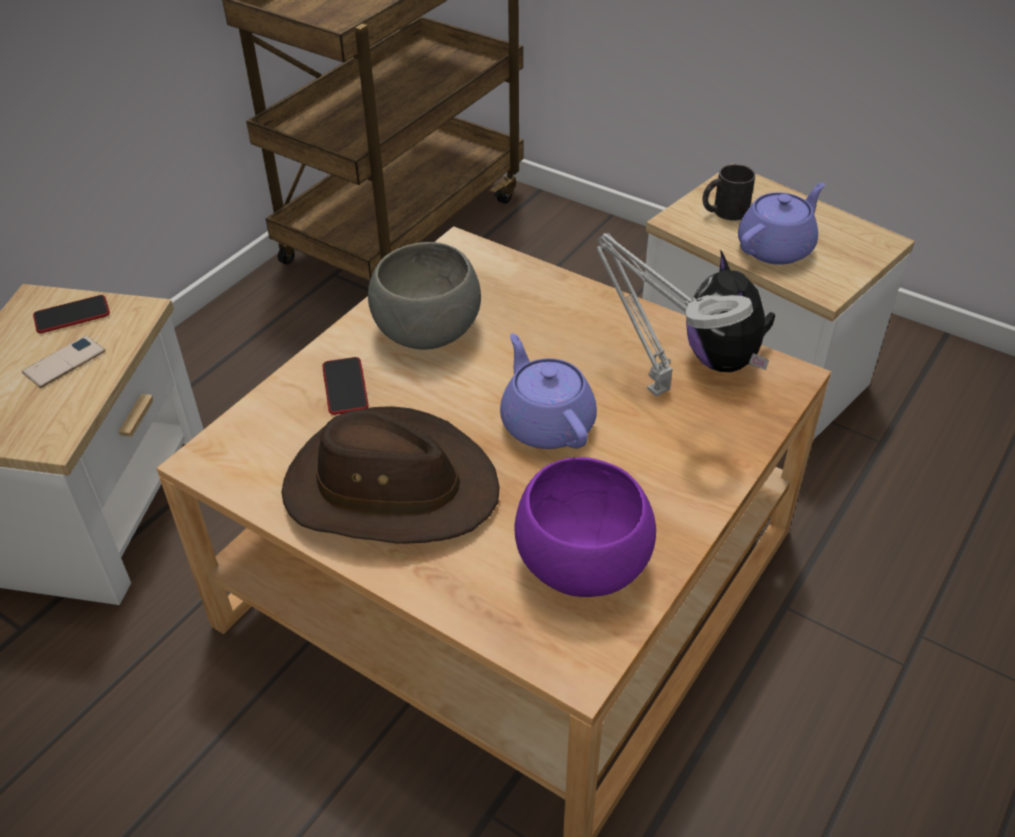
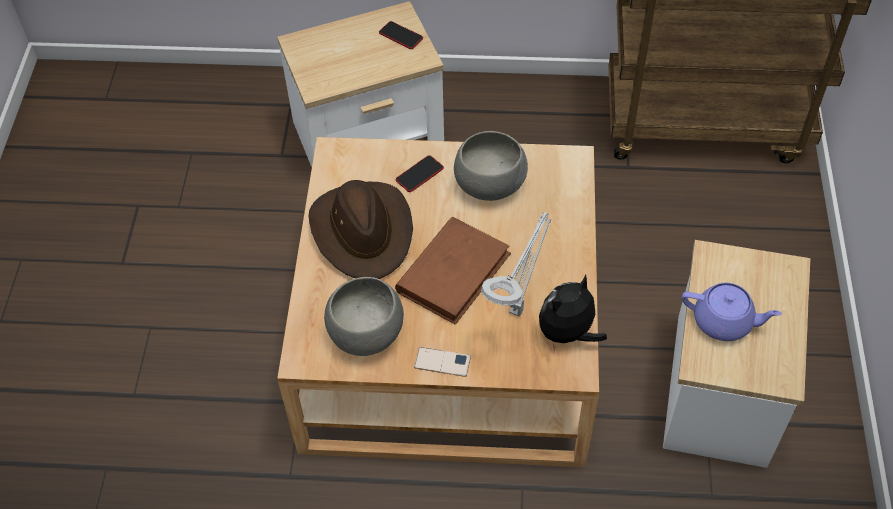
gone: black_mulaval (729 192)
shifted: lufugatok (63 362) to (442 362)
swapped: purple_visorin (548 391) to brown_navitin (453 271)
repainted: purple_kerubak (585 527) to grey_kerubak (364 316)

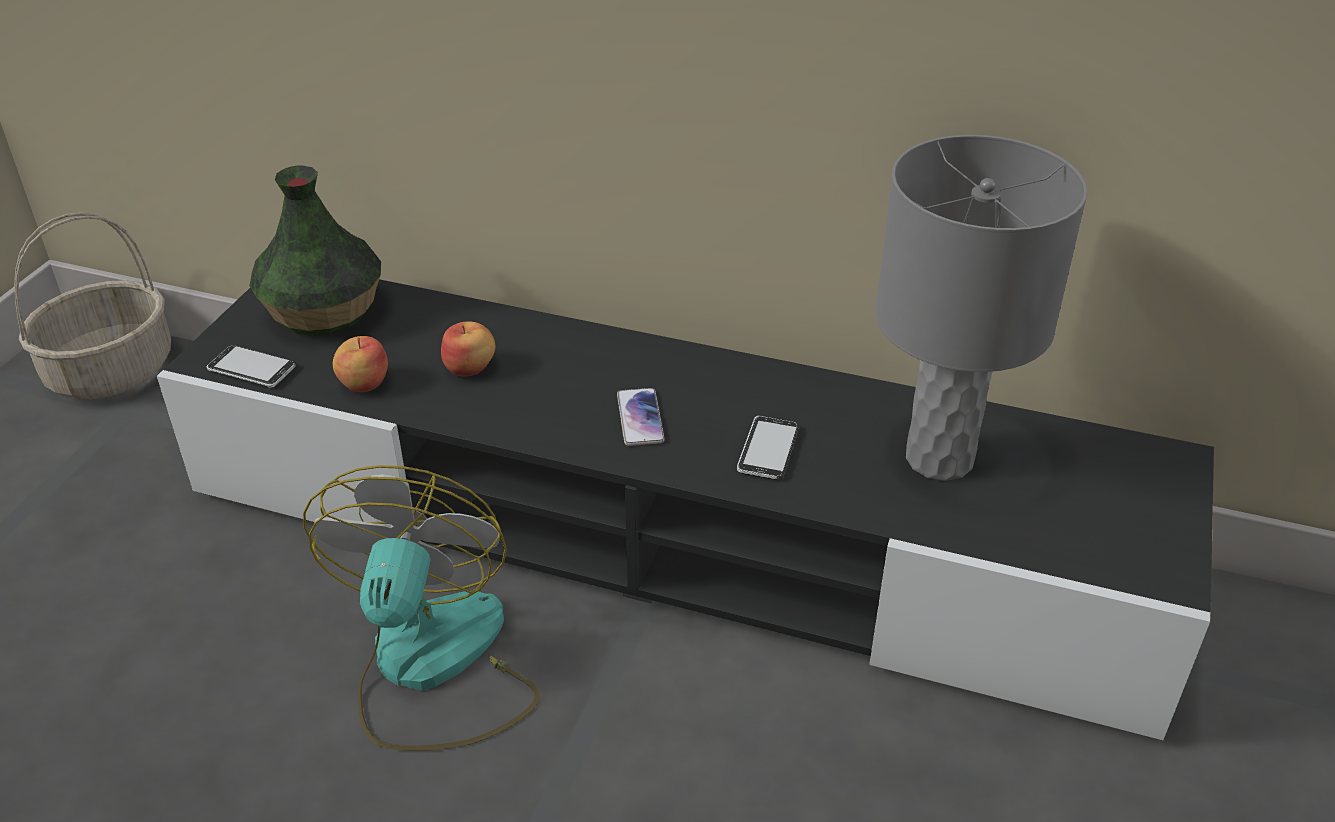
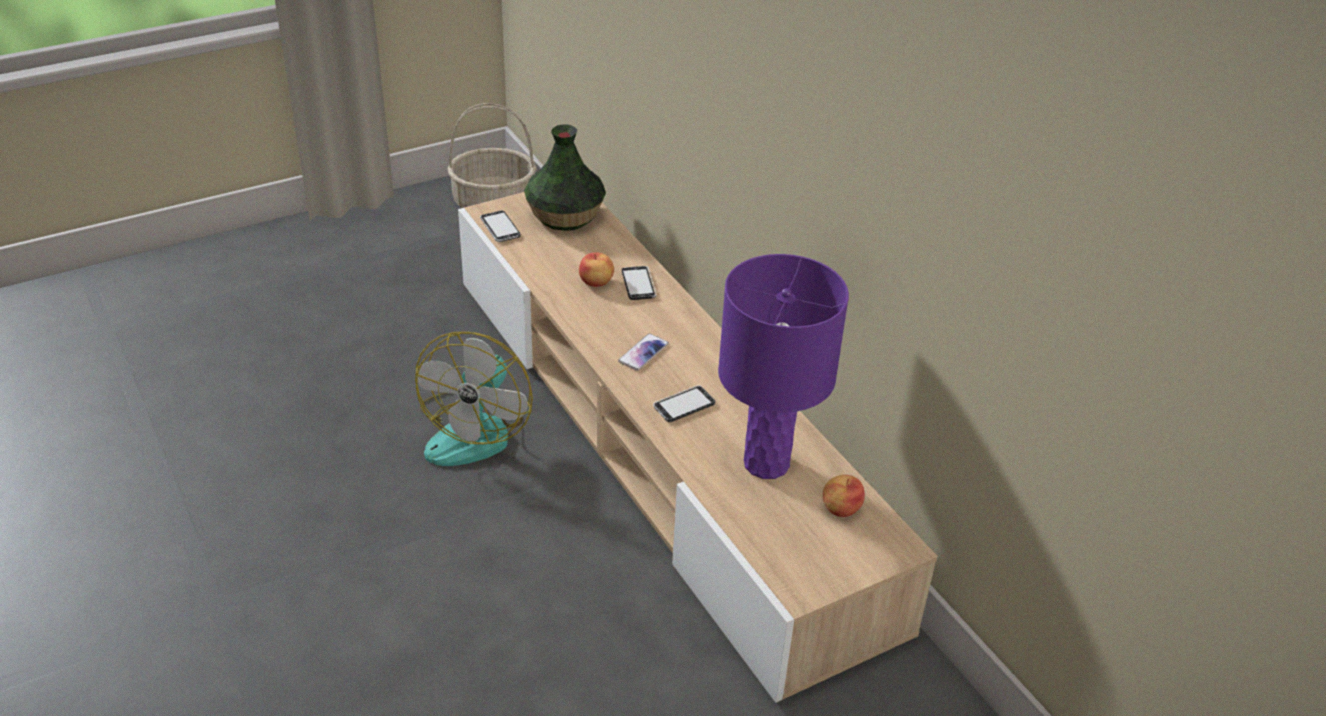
new: lufugatok (639 283)
shifted: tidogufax (360 364) to (844 496)
repainted: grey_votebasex (981 308) to purple_votebasex (783 366); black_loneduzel (685 509) to beige_loneduzel (698 447)
rotated: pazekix (421 608) = (474 399) 150 degrees clockwise

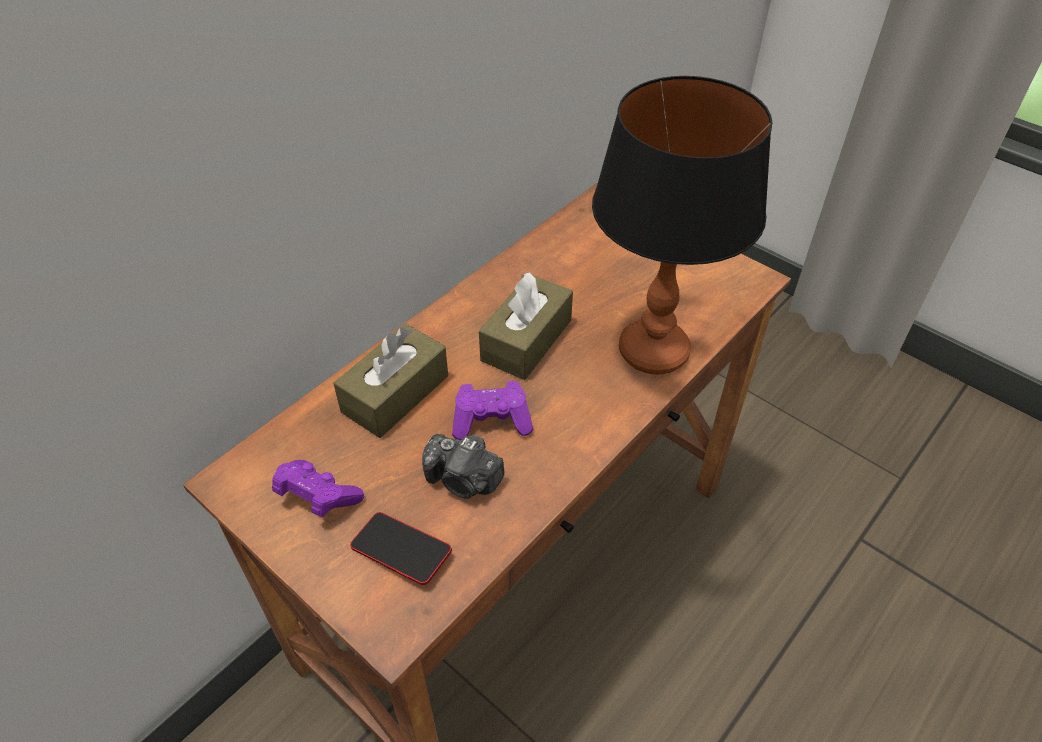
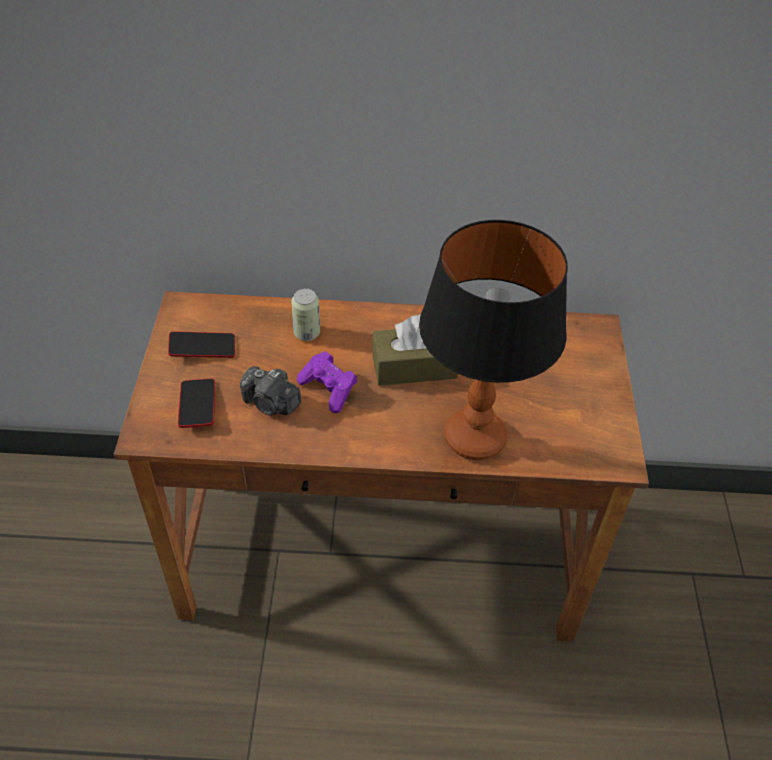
swapped: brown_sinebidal (391 380) to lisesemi (305 314); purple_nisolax (318 488) to lufugatok (201 344)
rotated: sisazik (463 466) = (270 390) 45 degrees counterclockwise

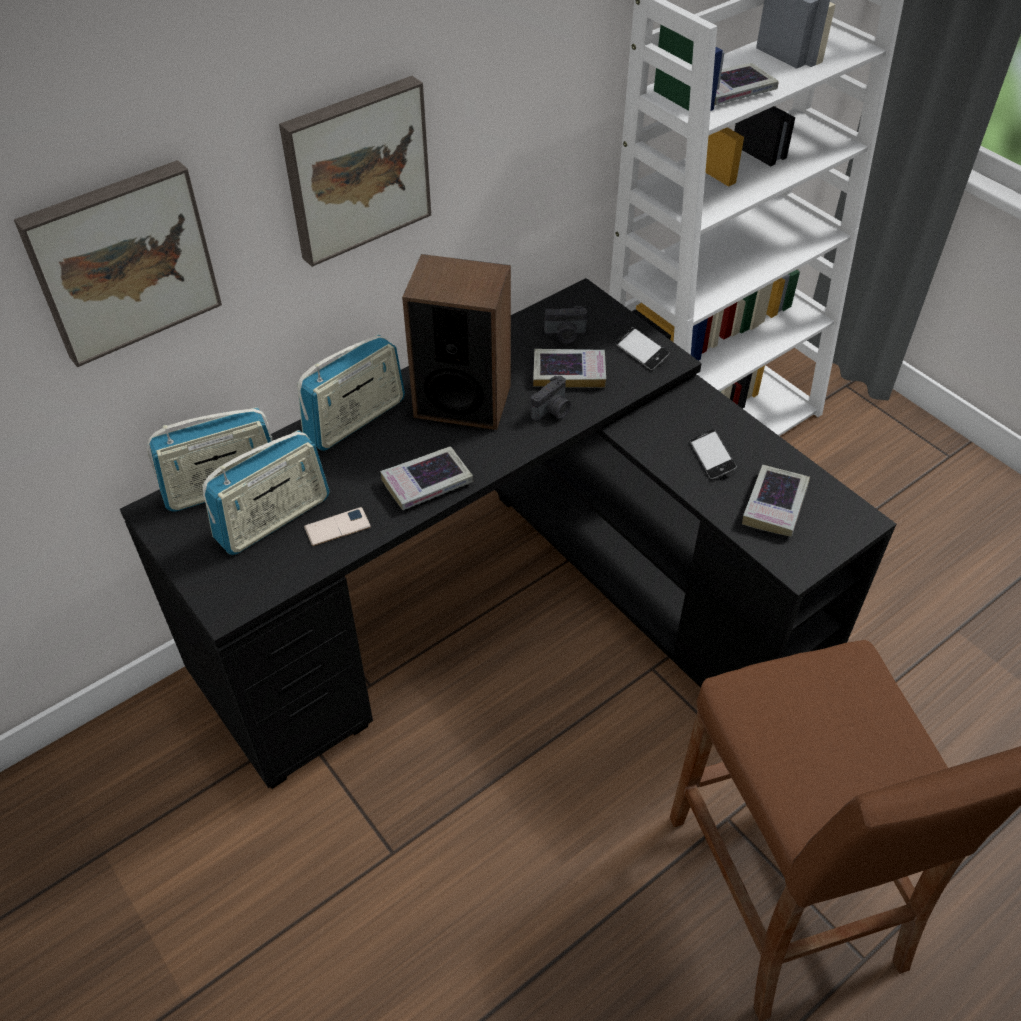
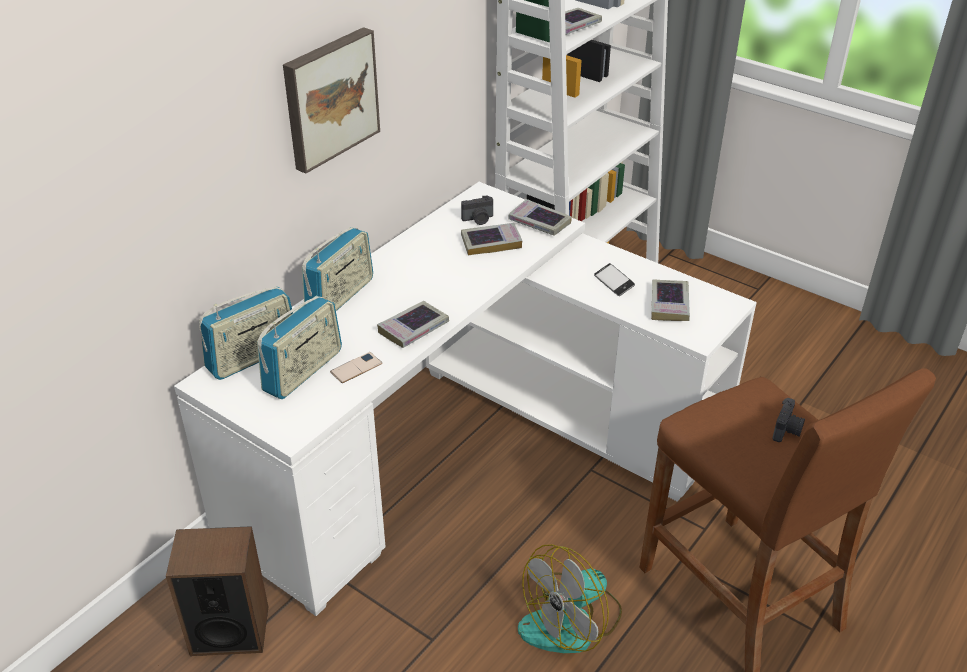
gone: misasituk (118 263)
new: pazekix (570 598)
shifted: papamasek (456 342) to (217 591); sisazik (551 398) to (788 420)
swapped: lufugatok (643 348) to navitin (540 217)
repainted: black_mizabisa (508 533) to white_mizabisa (465 399)

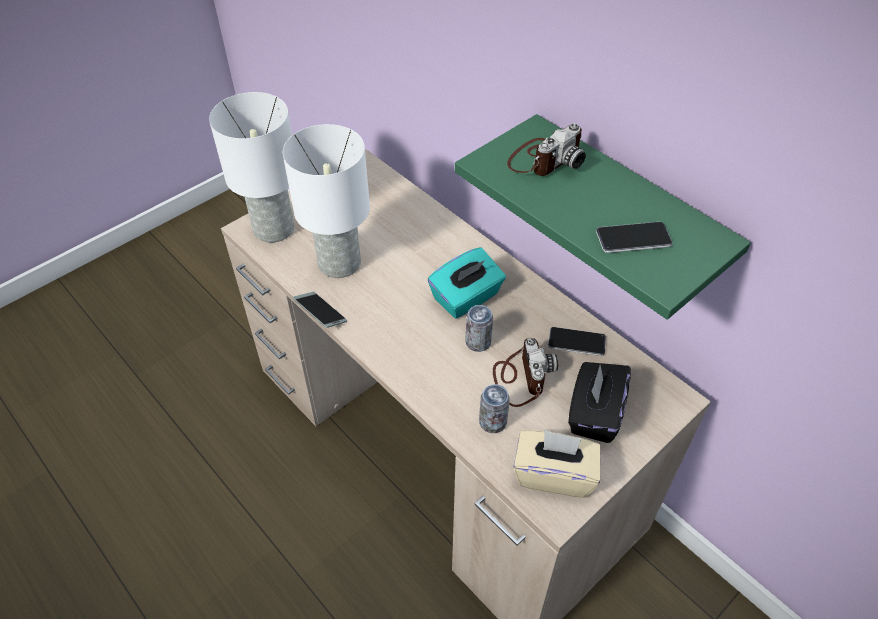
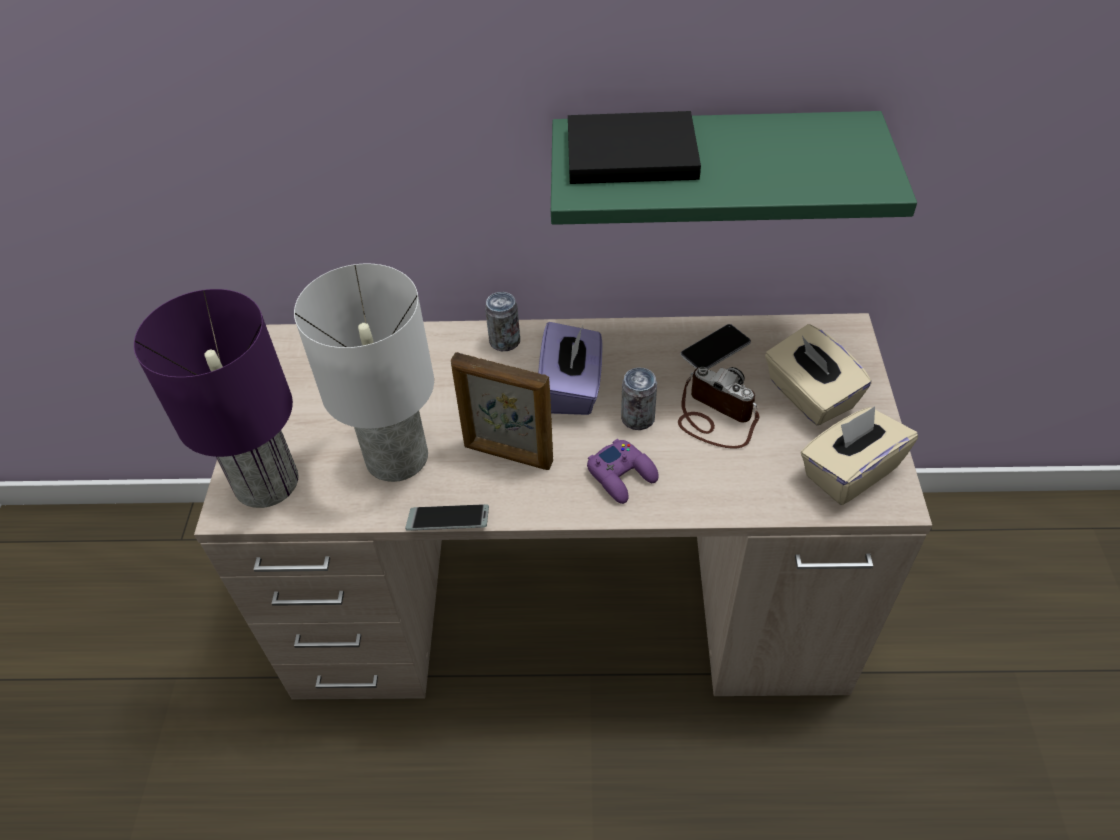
gone: lufugatok (634 237)
new: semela (502 411); purple_nisolax (623 471)
shifted: lisesemi (494 408) to (502 321)
swapped: sisazik (546 149) to black_navitin (634 147)
repainted: white_votebasex (252 167) to purple_votebasex (216 398); turquoise_sinebidal (467 283) to purple_sinebidal (570 368); black_sinebidal (599 402) to beige_sinebidal (818 375)

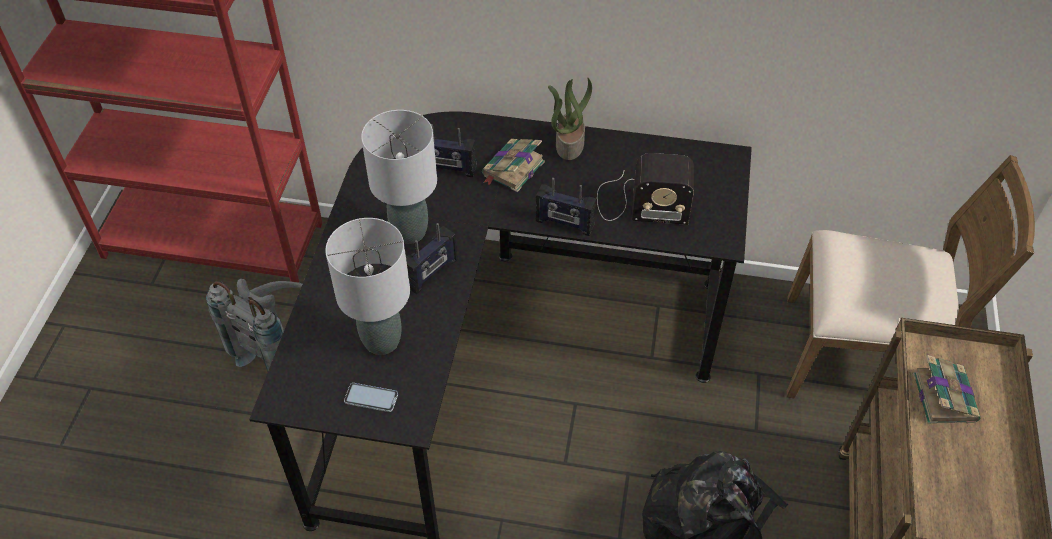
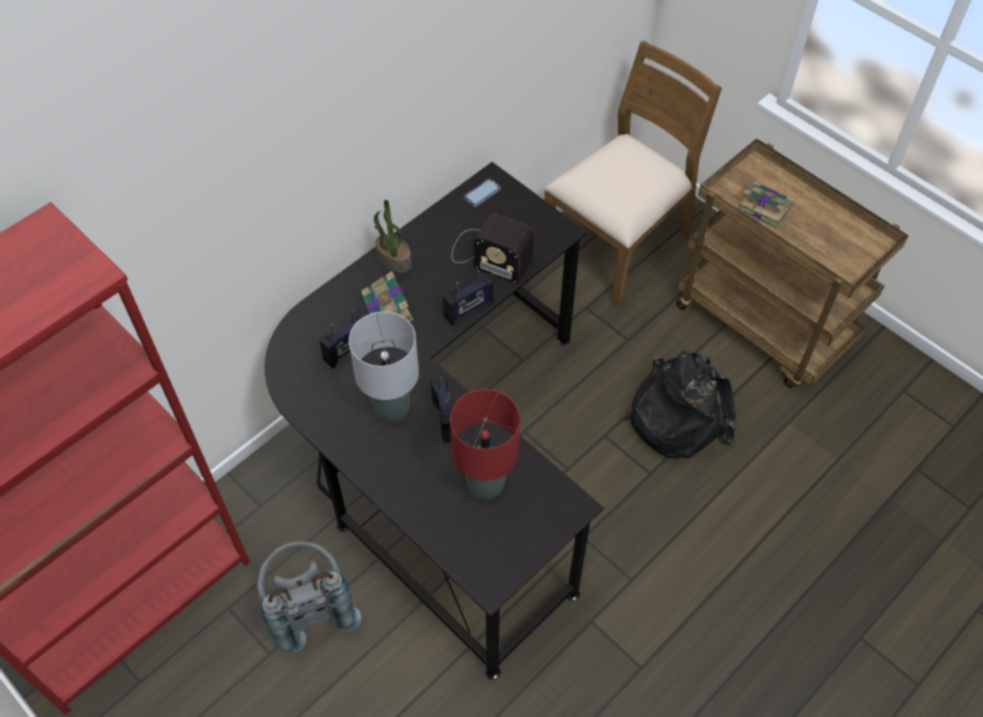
shifted: lufugatok (371 397) to (482 193)
repainted: grey_votebasex (367 286) to red_votebasex (485 444)
rotated: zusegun (645 189) = (493 249) 75 degrees clockwise

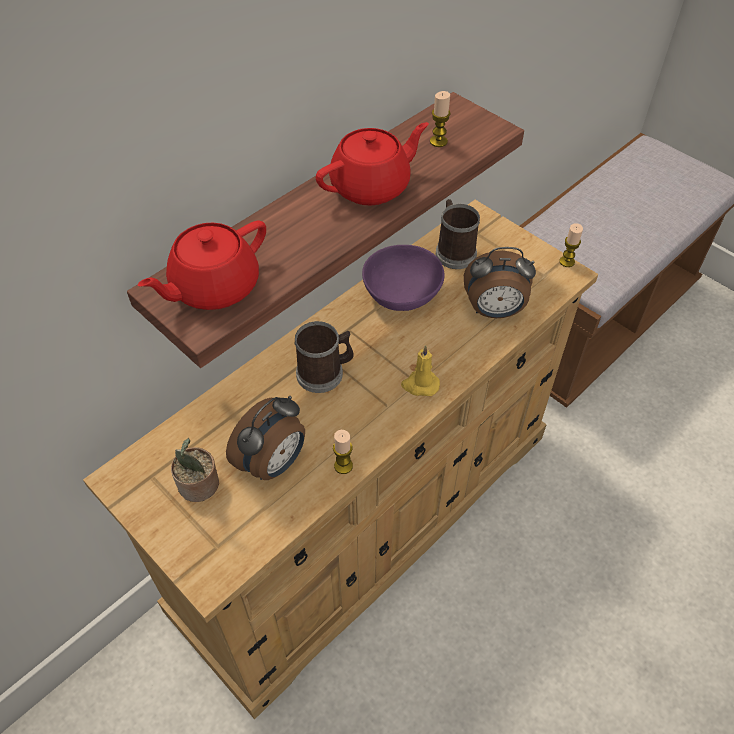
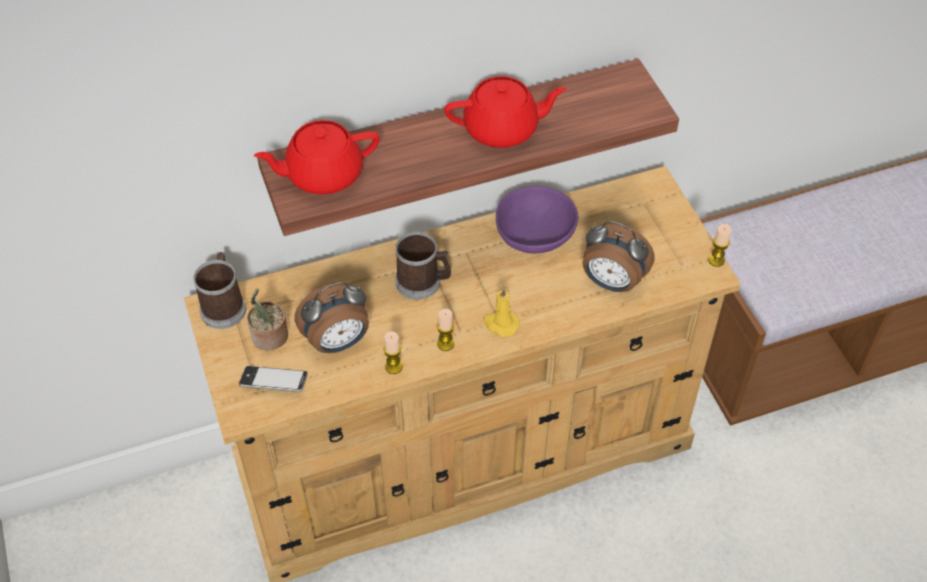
new: lufugatok (273 379)
shifted: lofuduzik (440 119) to (445 330); mulaval (458 234) to (219 290)

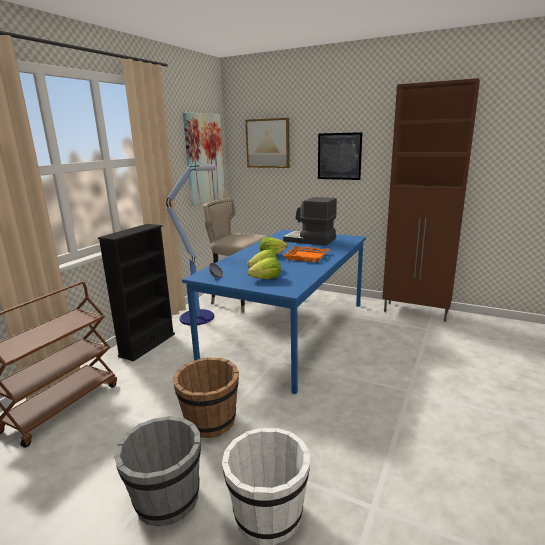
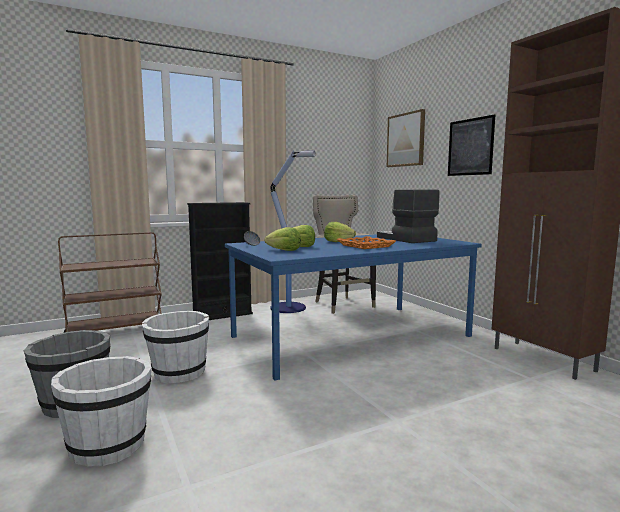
gone: misasituk (204 159)
repainted: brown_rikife (206 398) to white_rikife (175 347)

